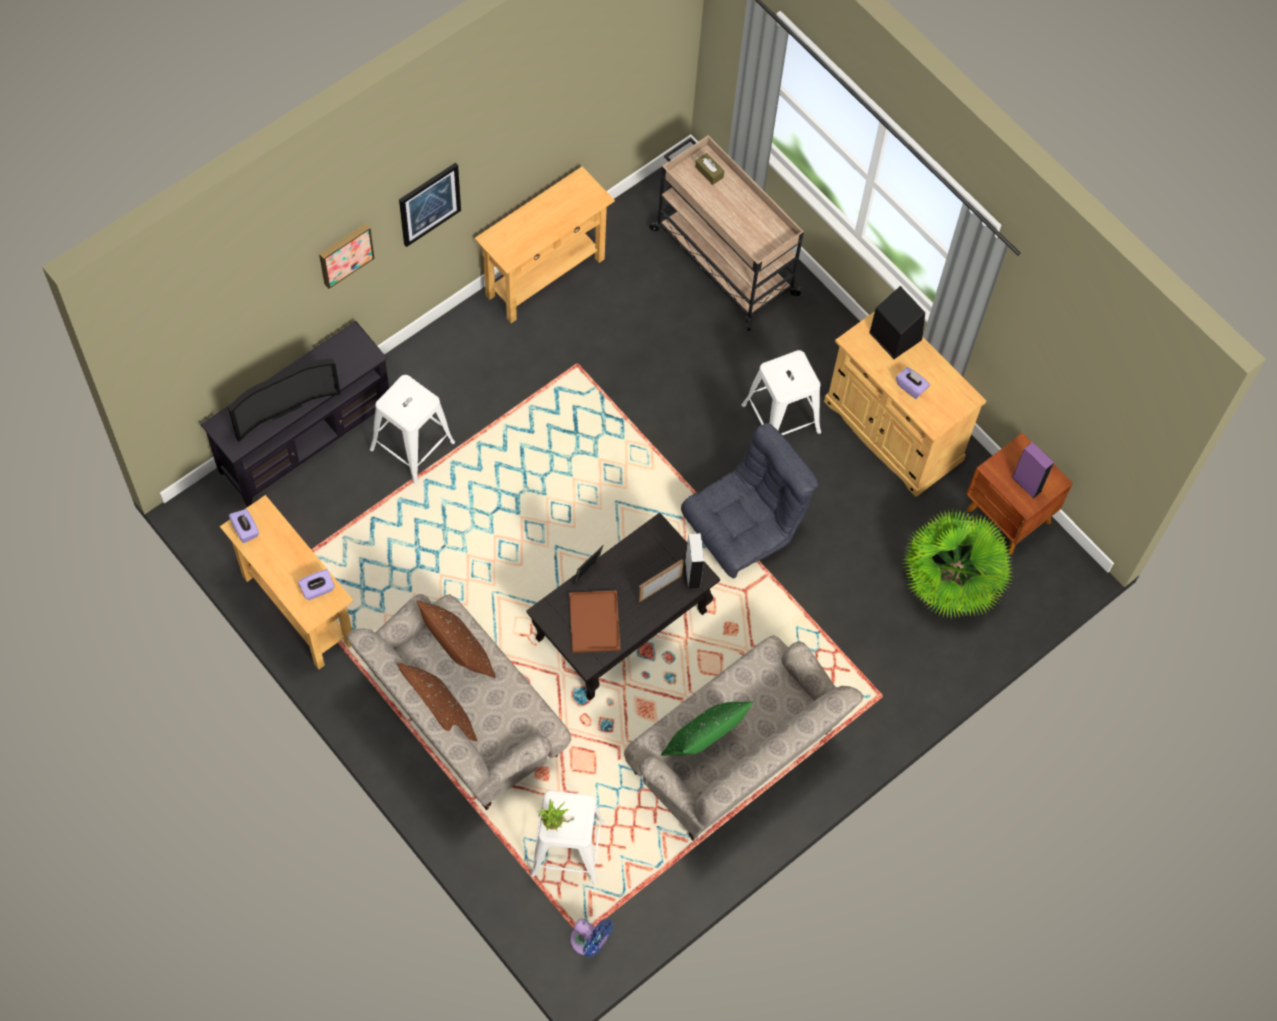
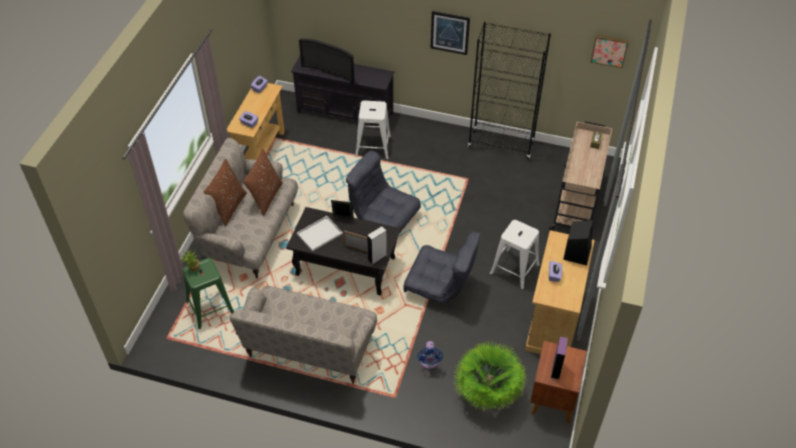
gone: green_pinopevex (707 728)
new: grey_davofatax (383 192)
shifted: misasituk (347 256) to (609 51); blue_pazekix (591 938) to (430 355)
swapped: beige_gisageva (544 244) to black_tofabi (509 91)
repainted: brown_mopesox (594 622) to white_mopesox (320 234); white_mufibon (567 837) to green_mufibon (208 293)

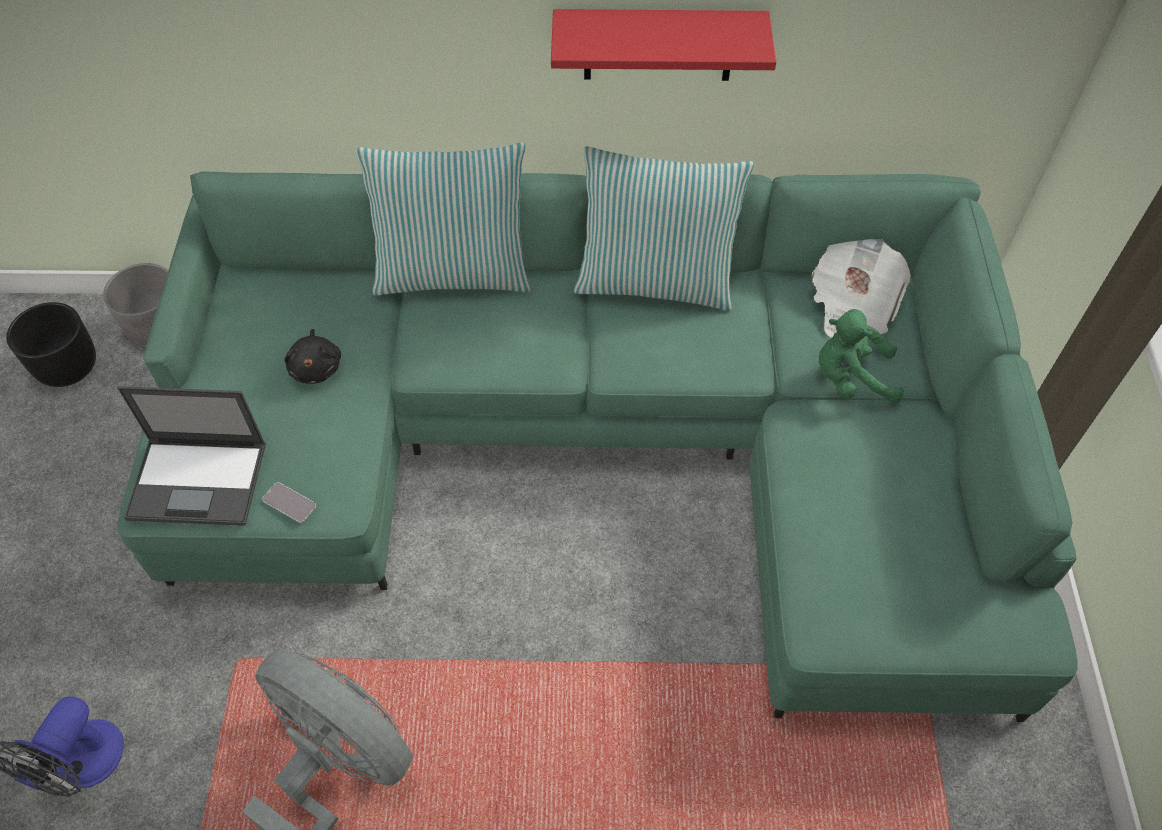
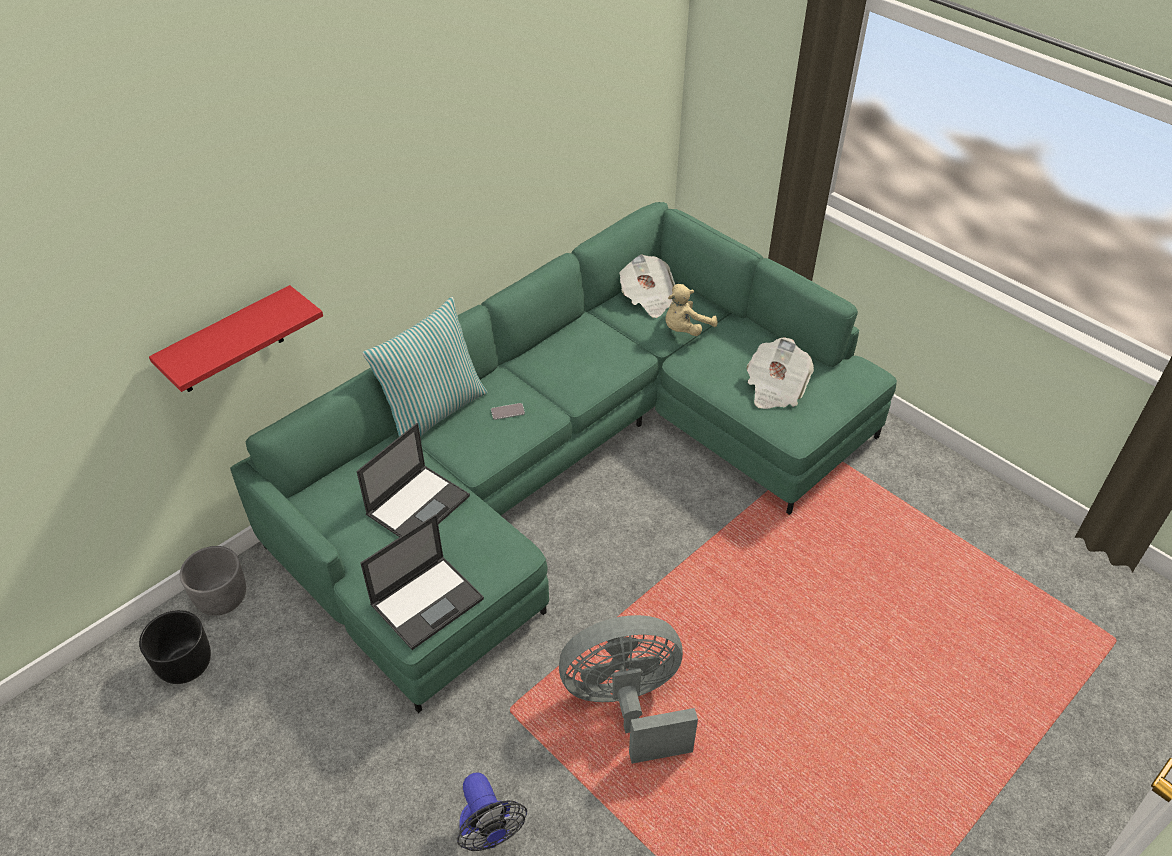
gone: pinopevex (664 228)
new: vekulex (780 373)
shifted: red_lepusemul (663 45) to (236 338); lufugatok (289 502) to (508 411)
swapped: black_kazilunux (312 356) to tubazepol (413 480)
repainted: green_kazilunux (861 356) to beige_kazilunux (691 310)

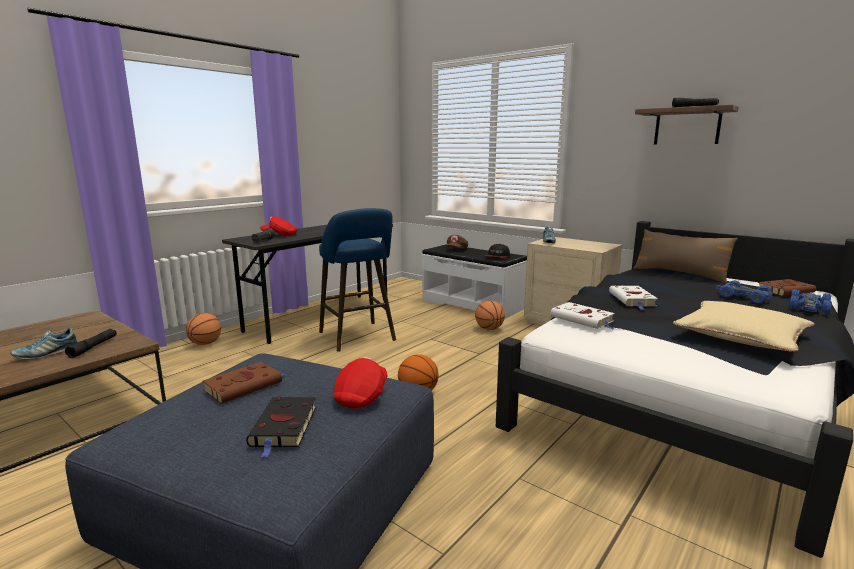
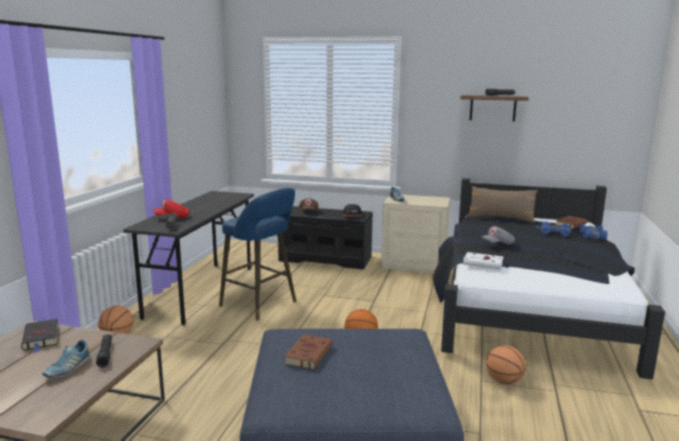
gone: beige_pinopevex (743 326); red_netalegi (360 383)
shifted: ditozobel (490 315) to (506 364); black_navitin (281 427) to (40 336)
swapped: white_navitin (633 297) to grey_netalegi (498 235)
repainted: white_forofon (474 281) to black_forofon (325 238)

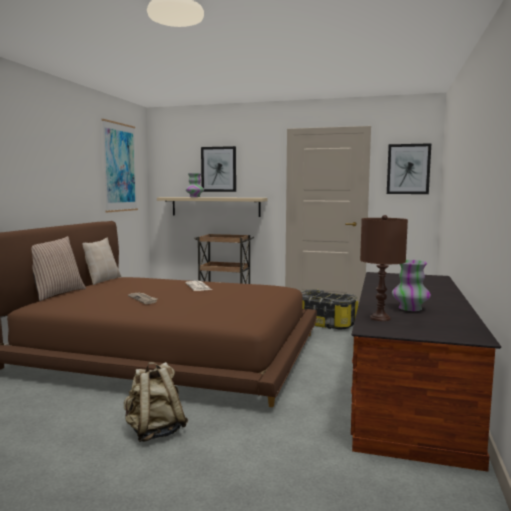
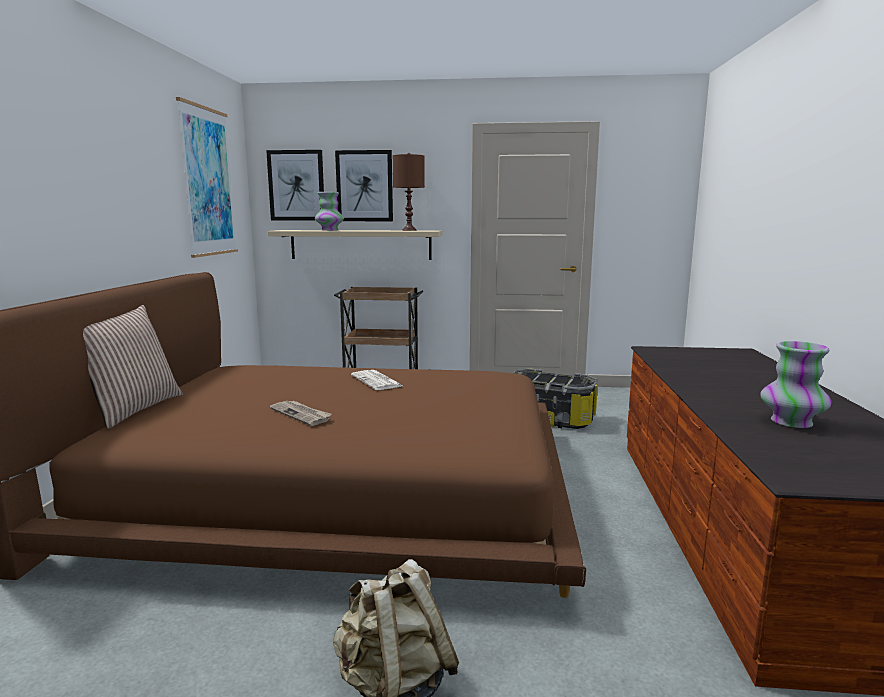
gone: beige_pinopevex (101 261)
shifted: misasituk (409 168) to (295 185); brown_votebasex (384 268) to (409 192)

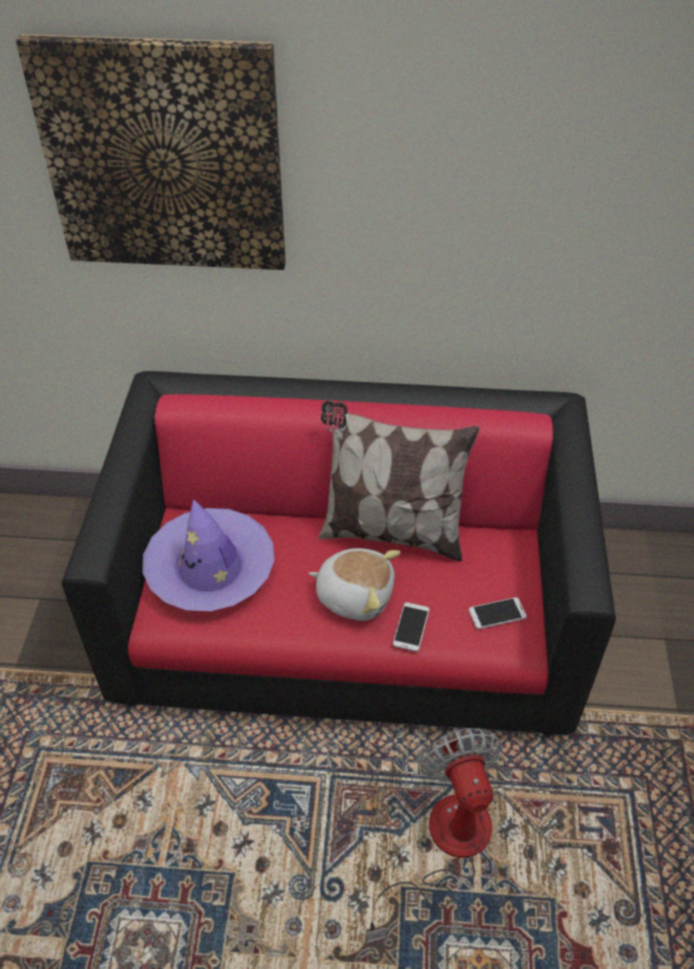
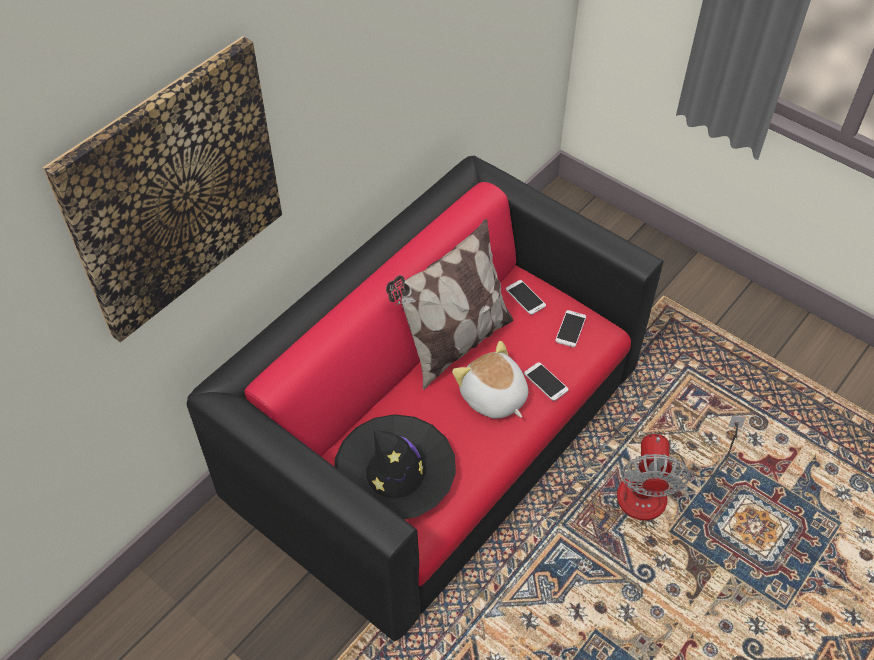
new: lufugatok (526 297)
repainted: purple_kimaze (208 555) to black_kimaze (395 466)
rotated: kazilunux (354 584) = (490 380) 90 degrees counterclockwise; pazekix (434 835) = (681 468) 105 degrees counterclockwise

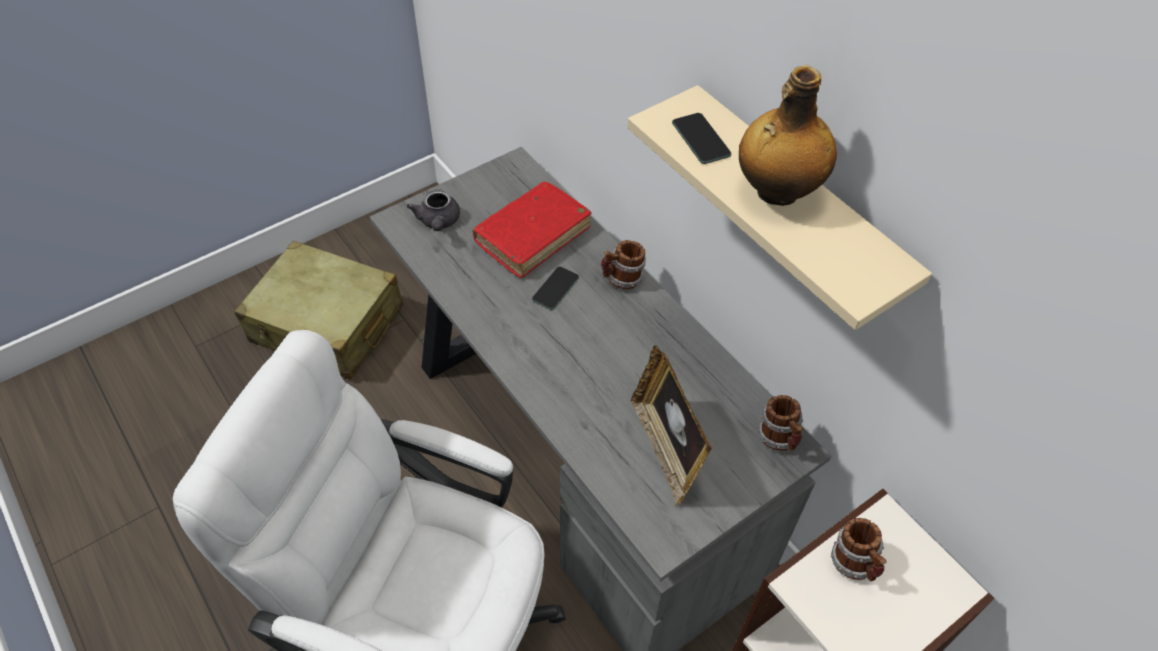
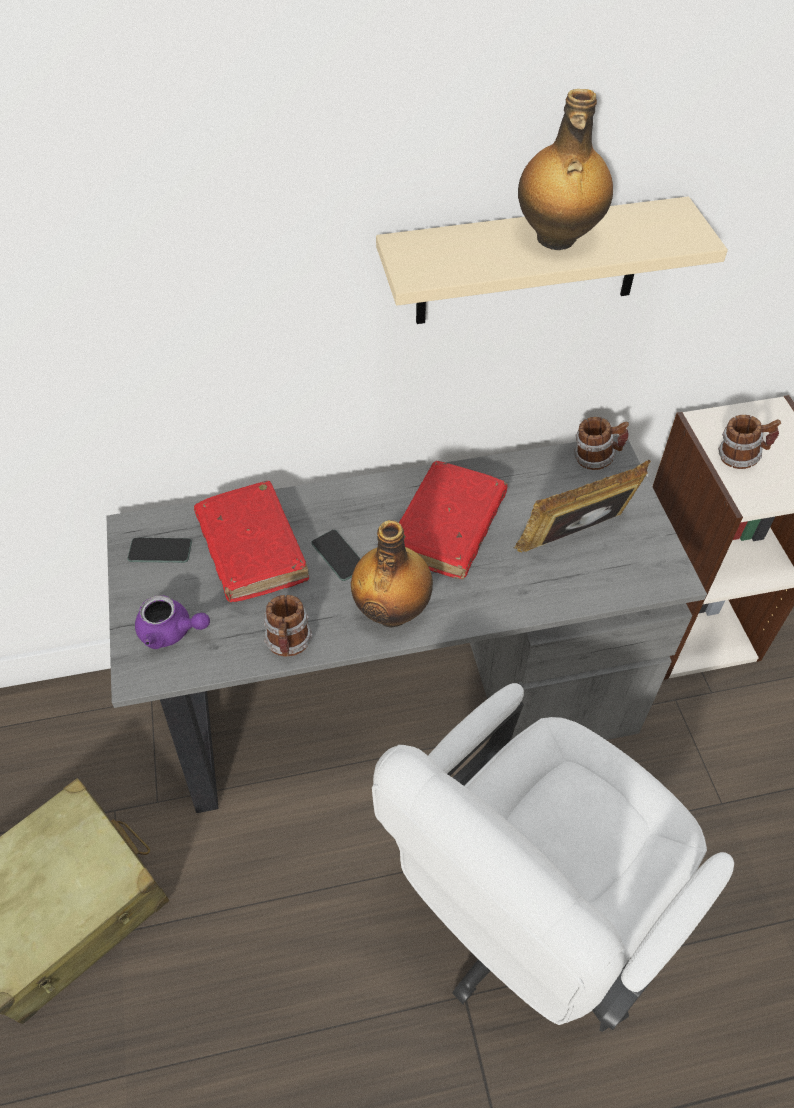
new: red_navitin (453 520); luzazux (392 574)
shifted: lufugatok (701 138) to (160 550); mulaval (623 265) to (288 625)
repainted: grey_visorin (433 210) to purple_visorin (172 622)
rotated: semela (671 425) = (582 506) 150 degrees clockwise

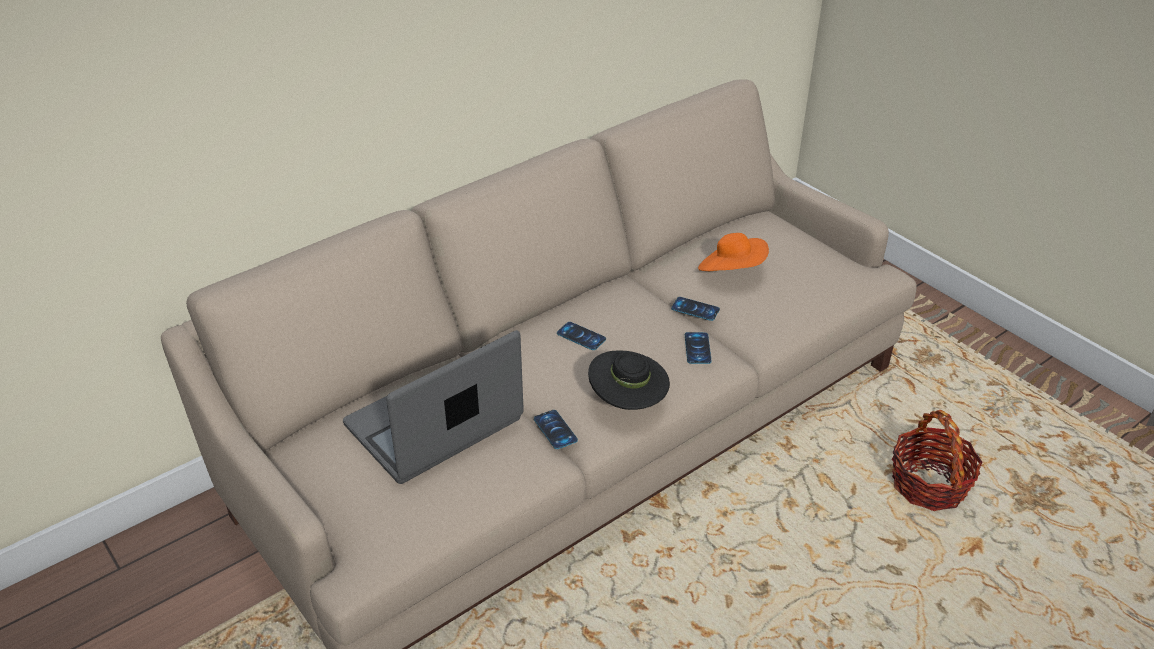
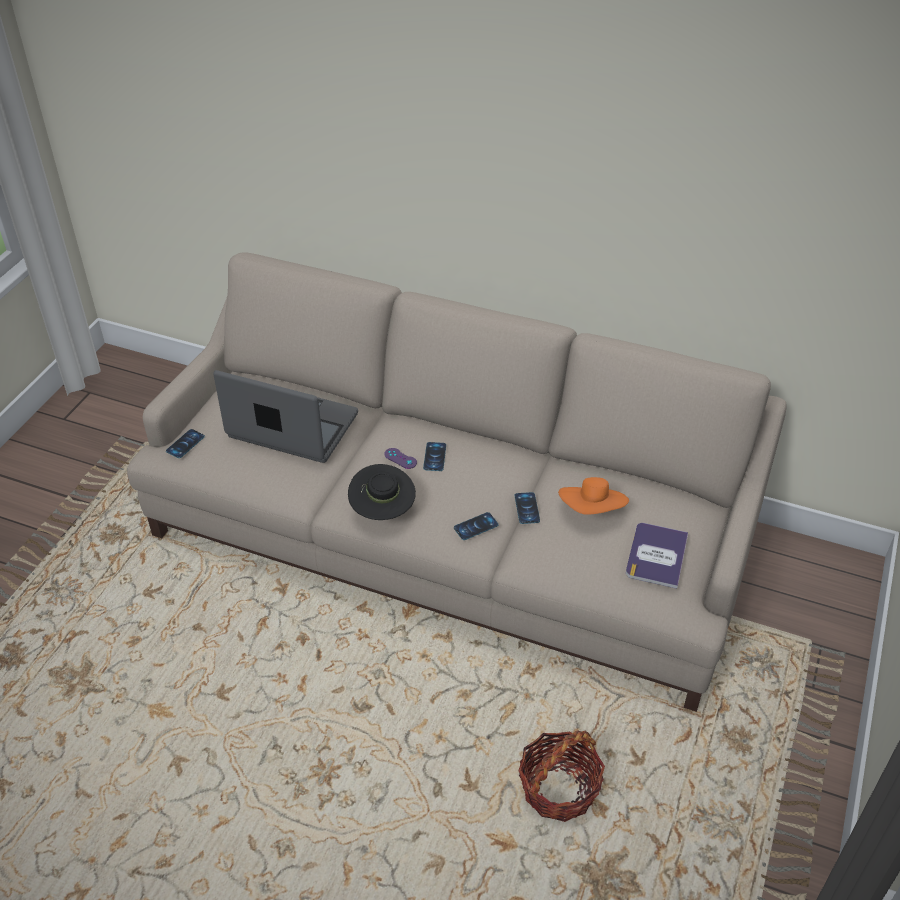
new: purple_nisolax (400 458); navitin (657 556)
shifted: lufugatok (556 429) to (185 443)

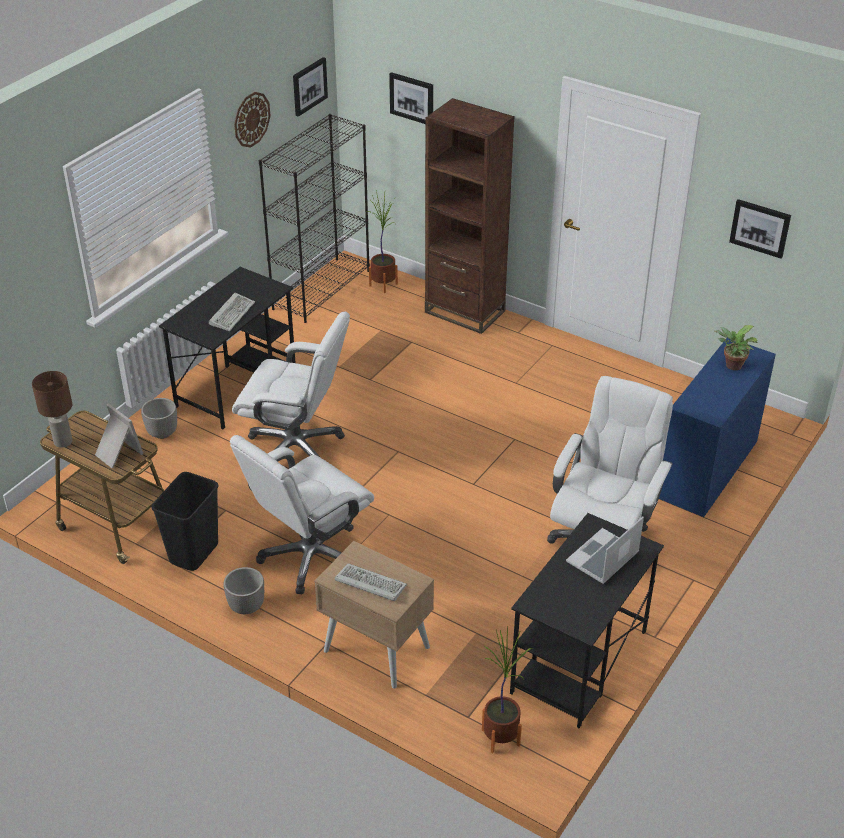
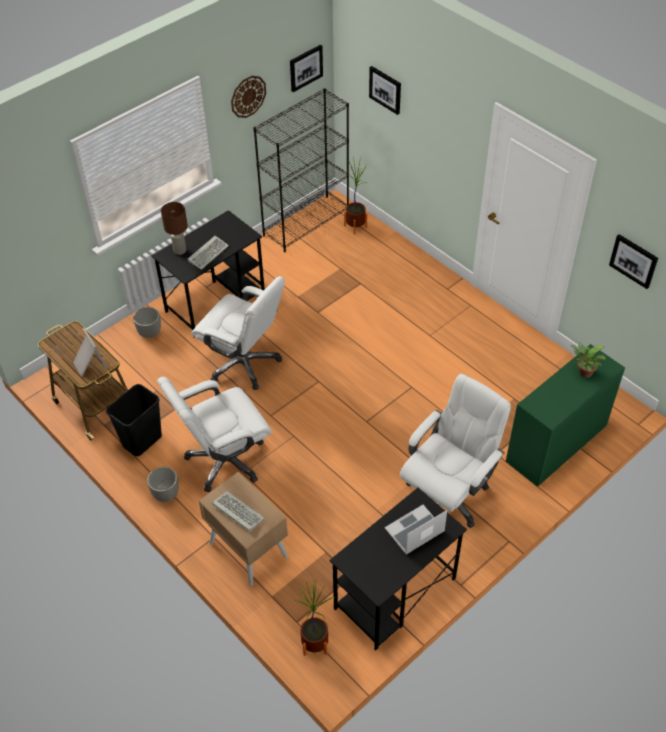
gone: brown_tofabi (470 216)
shifted: brown_votebasex (52 409) to (174 228)
repainted: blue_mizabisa (717 427) to green_mizabisa (565 415)

